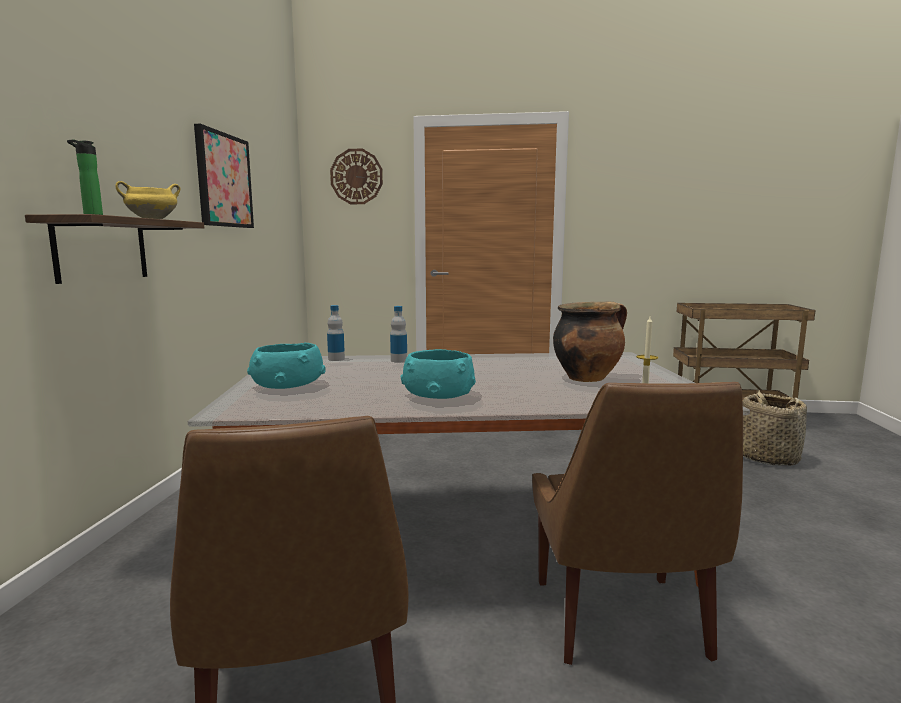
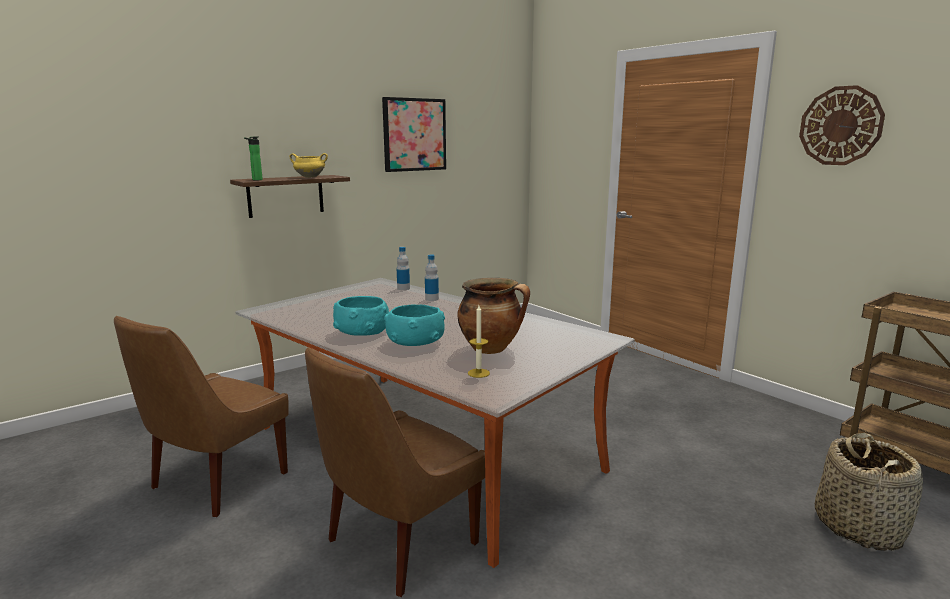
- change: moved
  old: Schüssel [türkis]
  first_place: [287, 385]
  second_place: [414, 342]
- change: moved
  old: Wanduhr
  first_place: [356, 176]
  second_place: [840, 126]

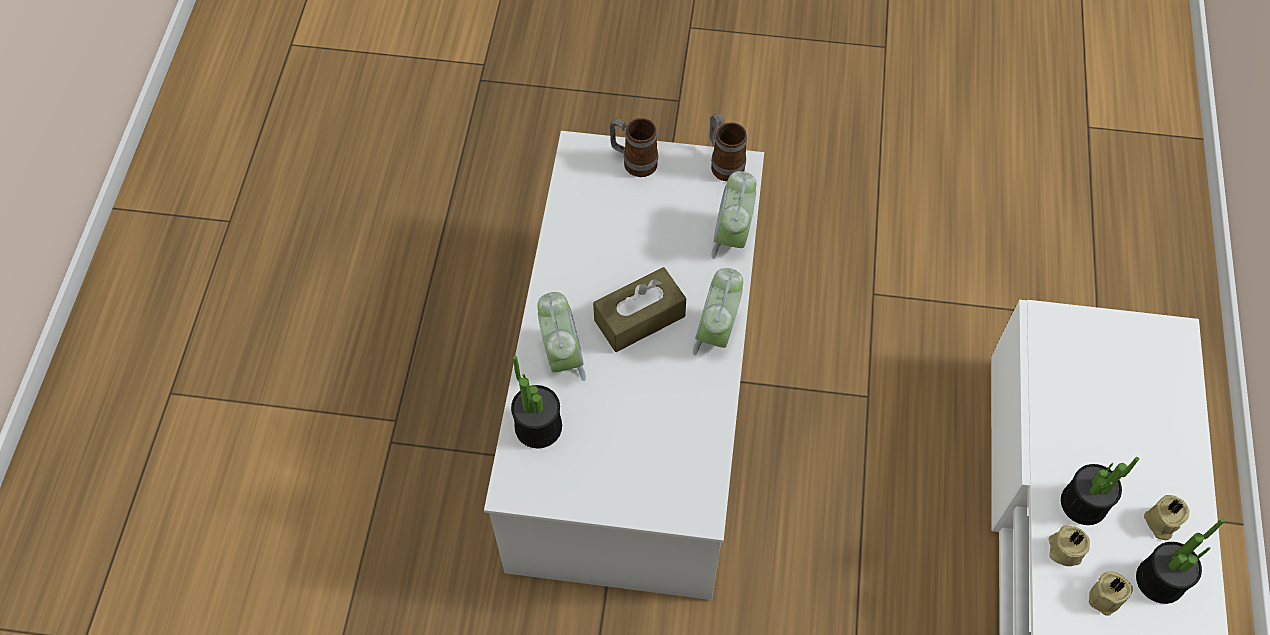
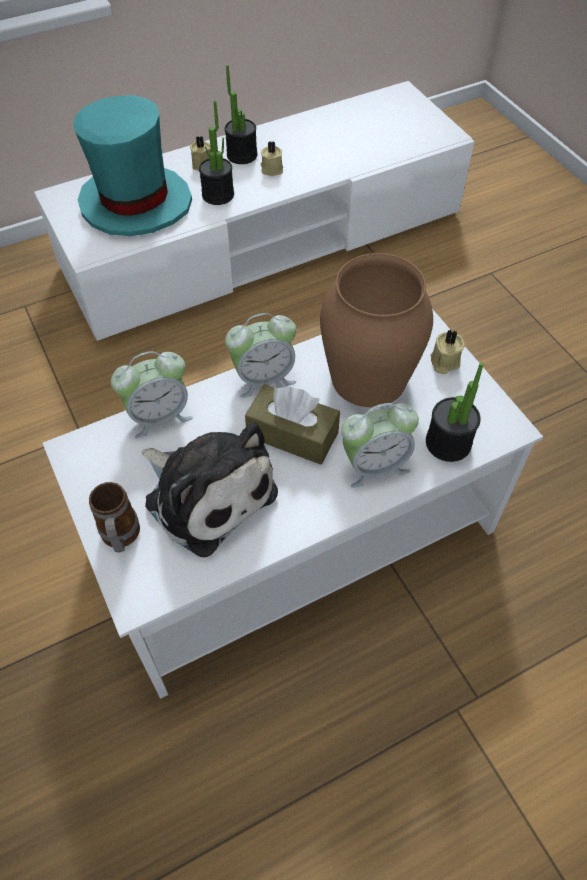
- change: added
  new: Hut [türkis]
  second_place: [135, 203]
- change: added
  new: Plüschtier
  second_place: [206, 493]
- change: added
  new: Vase [braun]
  second_place: [369, 378]
- change: turned
  old: Wecker
  first_place: [562, 357]
  second_place: [374, 465]
  degrees: -150
- change: moved
  old: Kerze [beige]
  first_place: [1064, 549]
  second_place: [443, 362]
- change: removed
  old: Henkelbecher
  first_place: [724, 163]

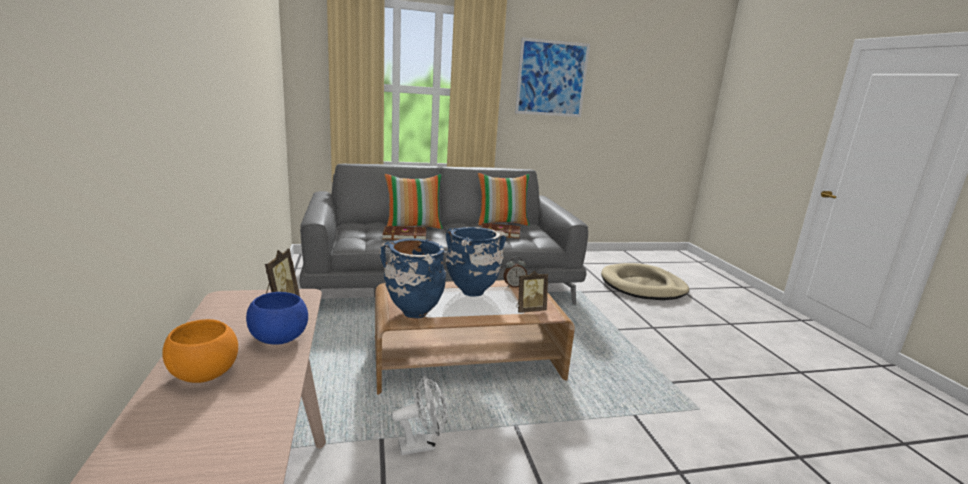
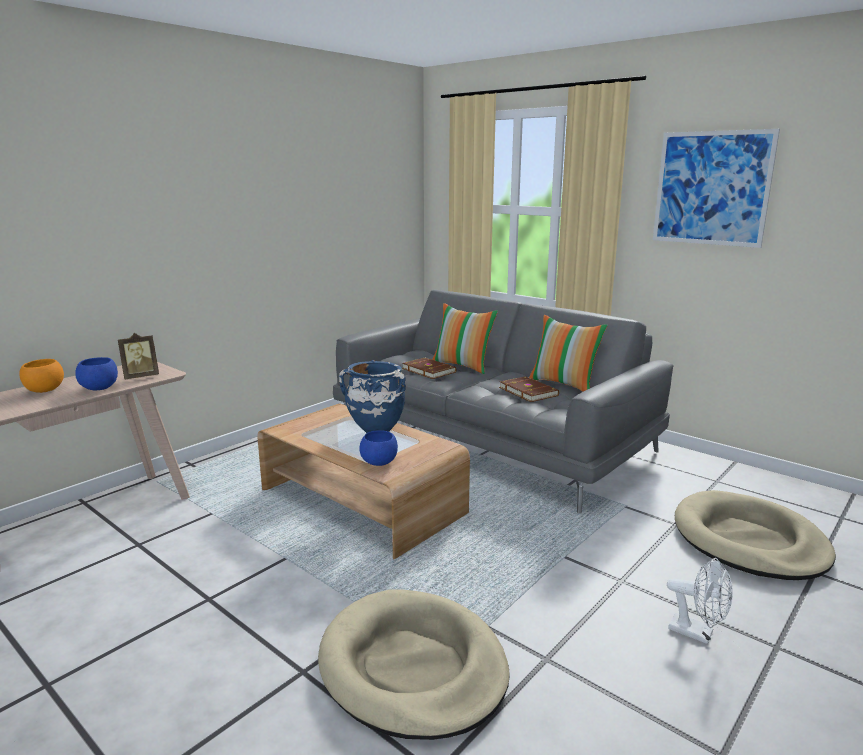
- change: added
  new: Hundebett [beige]
  second_place: [413, 667]
- change: replaced
  old: Bilderrahmen
  new: Schüssel [blau]
  first_place: [529, 310]
  second_place: [379, 462]
- change: moved
  old: Ventilator [weiß]
  first_place: [422, 445]
  second_place: [697, 633]
- change: removed
  old: Vase [blau]
  first_place: [413, 312]
- change: removed
  old: Wecker
  first_place: [514, 286]

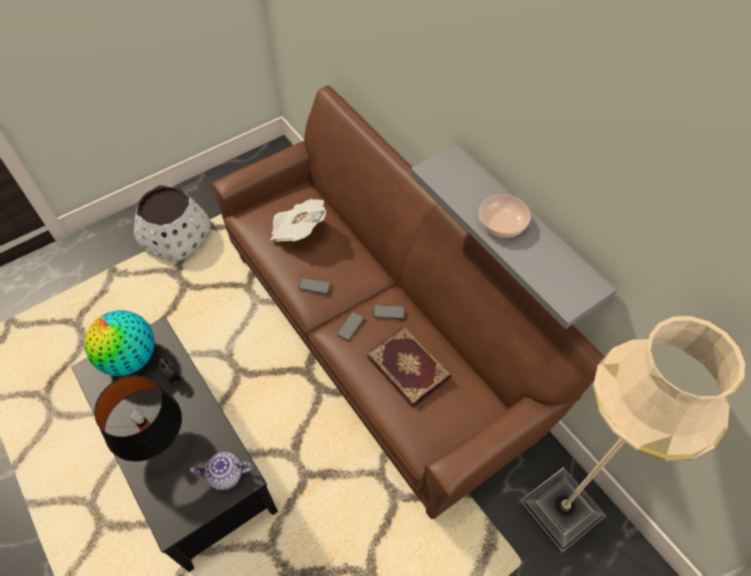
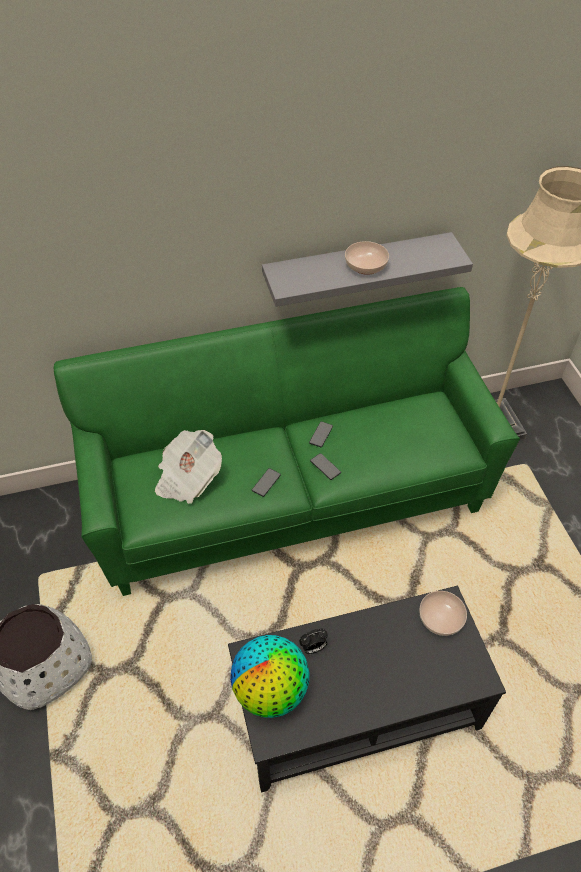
- change: recoloured
  old: Sofa [braun]
  new: Sofa [grün]
  first_place: [376, 341]
  second_place: [289, 498]
- change: replaced
  old: Teekanne
  new: Schüssel
  first_place: [226, 475]
  second_place: [441, 618]
- change: removed
  old: Tischlampe [schwarz]
  first_place: [157, 442]
- change: removed
  old: Buch
  first_place: [409, 366]

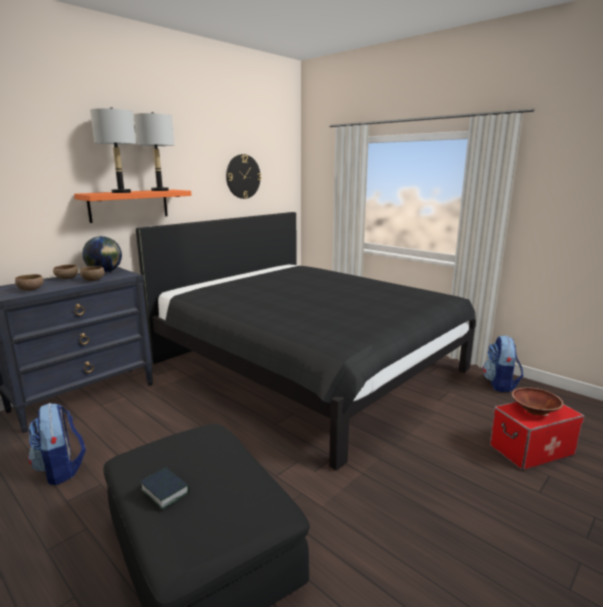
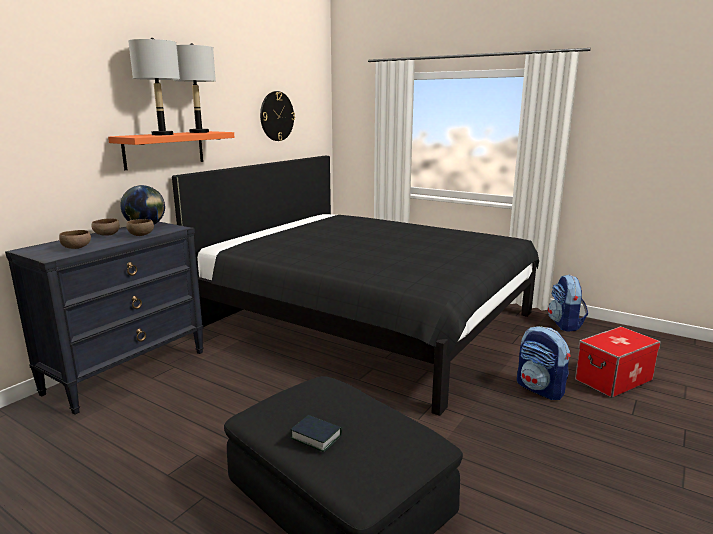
- change: moved
  old: Rucksack
  first_place: [61, 469]
  second_place: [540, 389]
- change: removed
  old: Schüssel [braun]
  first_place: [535, 410]

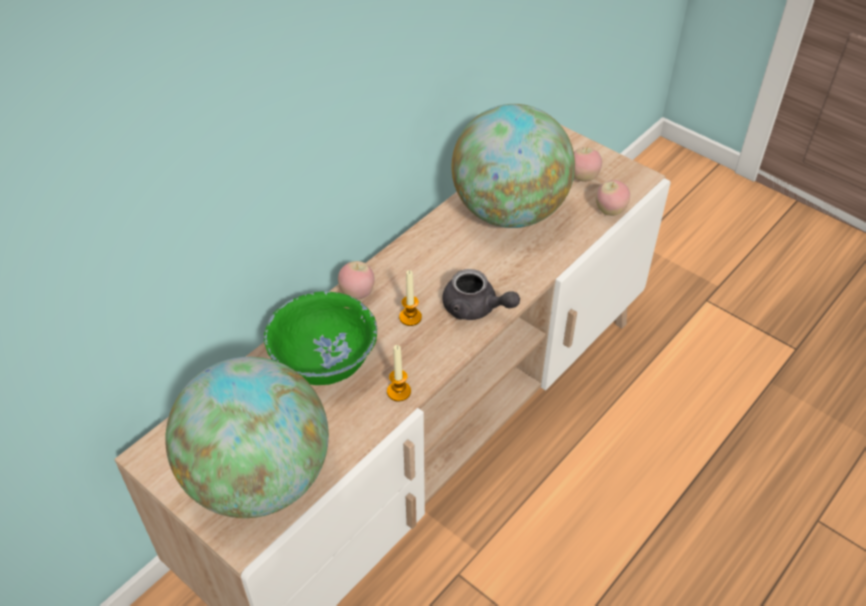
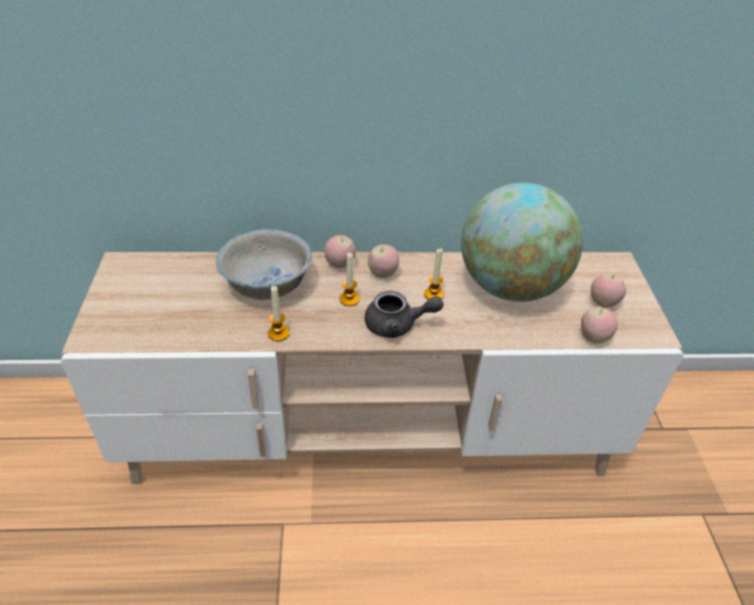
- change: recoloured
  old: Schüssel [grün]
  new: Schüssel [weiß]
  first_place: [325, 360]
  second_place: [267, 285]
- change: turned
  old: Teekanne [grau]
  first_place: [475, 308]
  second_place: [397, 325]
  degrees: -75
- change: added
  new: Apfel
  second_place: [382, 274]
- change: added
  new: Kerze
  second_place: [433, 294]
- change: removed
  old: Globus
  first_place: [259, 478]

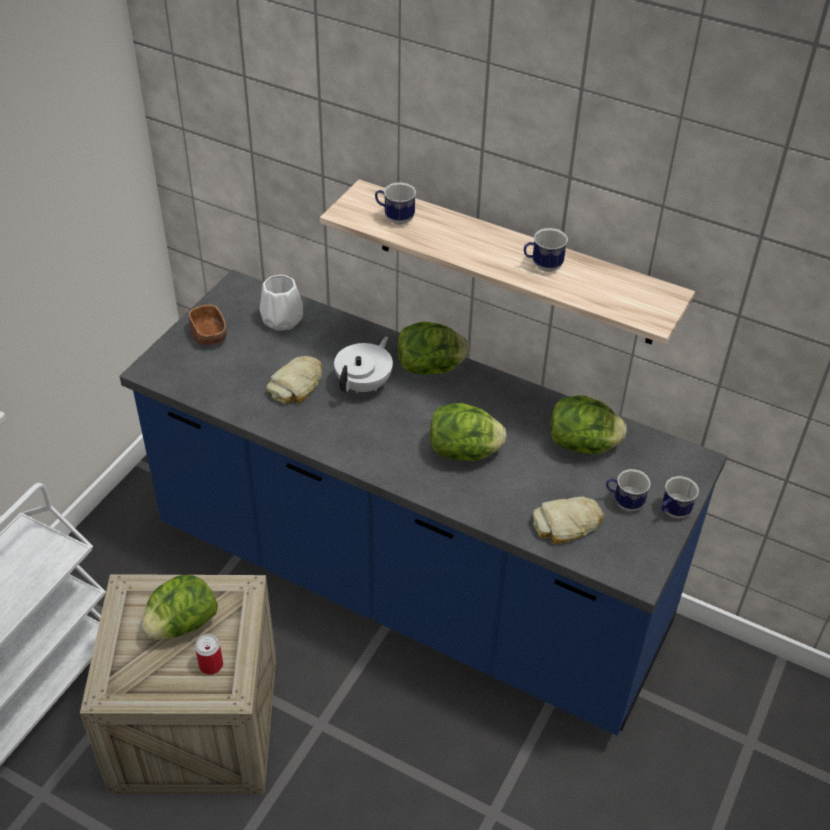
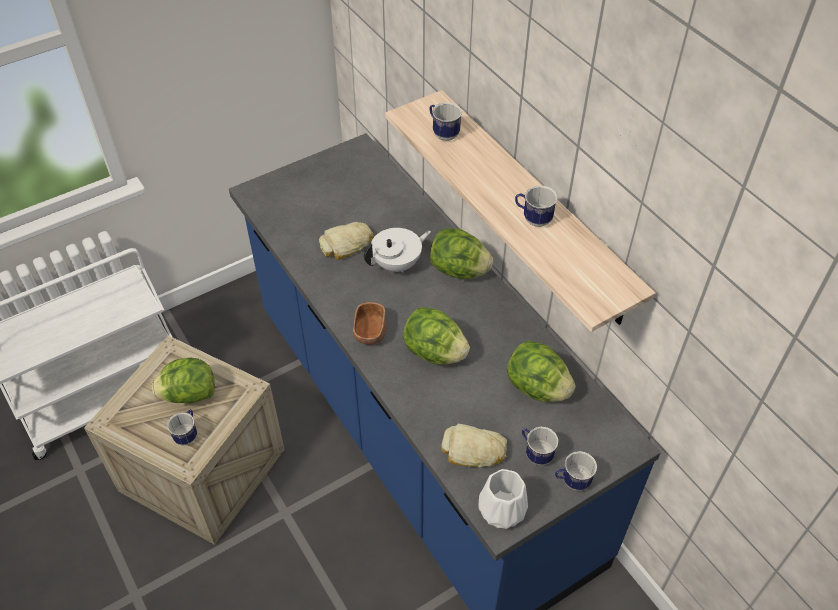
- change: replaced
  old: Dose
  new: Henkelbecher
  first_place: [211, 665]
  second_place: [187, 434]
- change: moved
  old: Schüssel [braun]
  first_place: [209, 336]
  second_place: [370, 332]
- change: moved
  old: Vase [weiß]
  first_place: [280, 320]
  second_place: [500, 510]

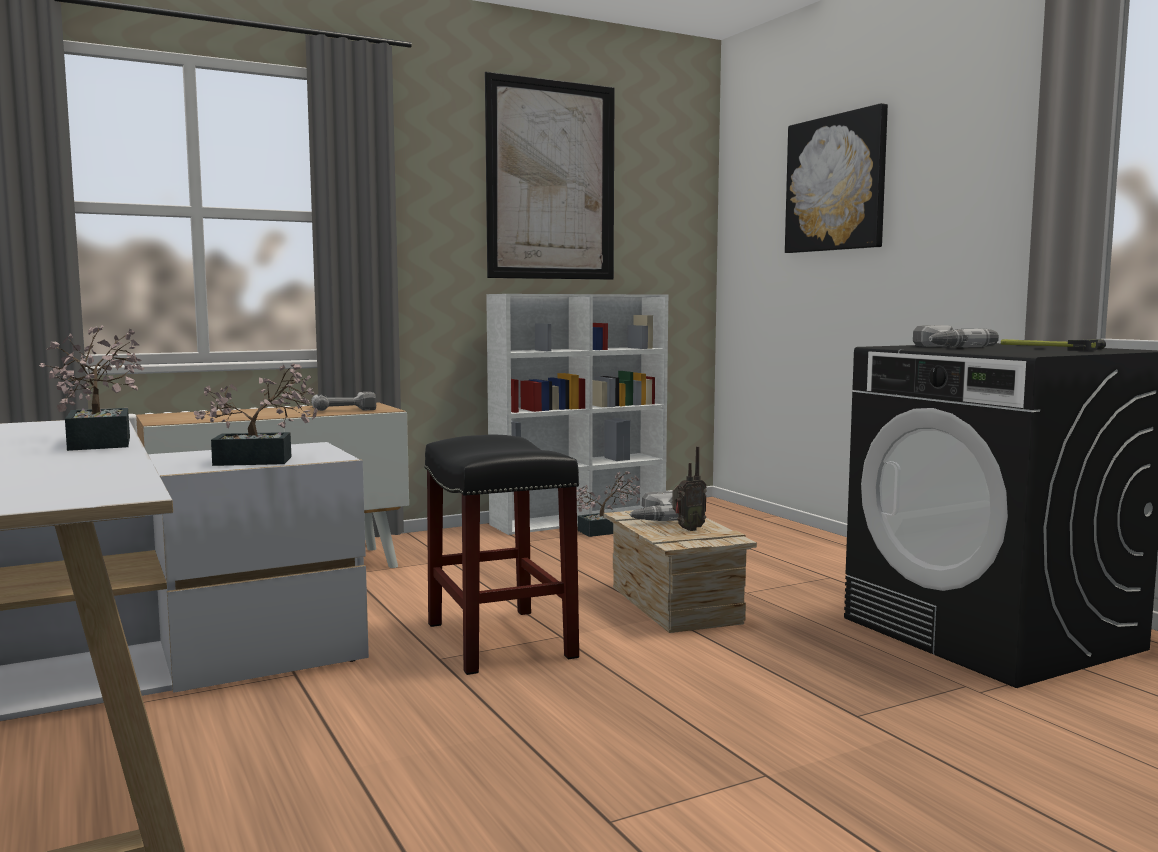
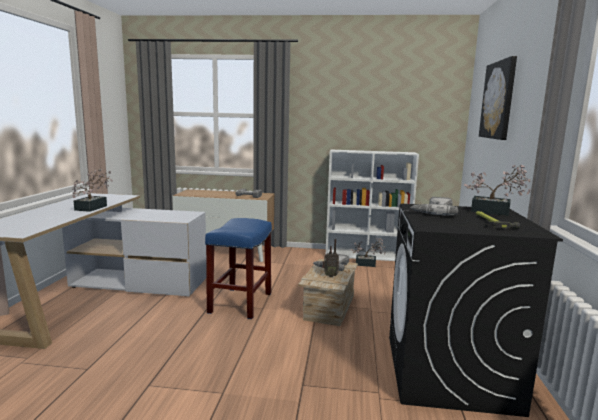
- change: recoloured
  old: Hocker [schwarz]
  new: Hocker [blau]
  first_place: [501, 640]
  second_place: [240, 303]
- change: moved
  old: Topfpflanze
  first_place: [262, 461]
  second_place: [495, 212]
- change: removed
  old: Bild
  first_place: [551, 180]

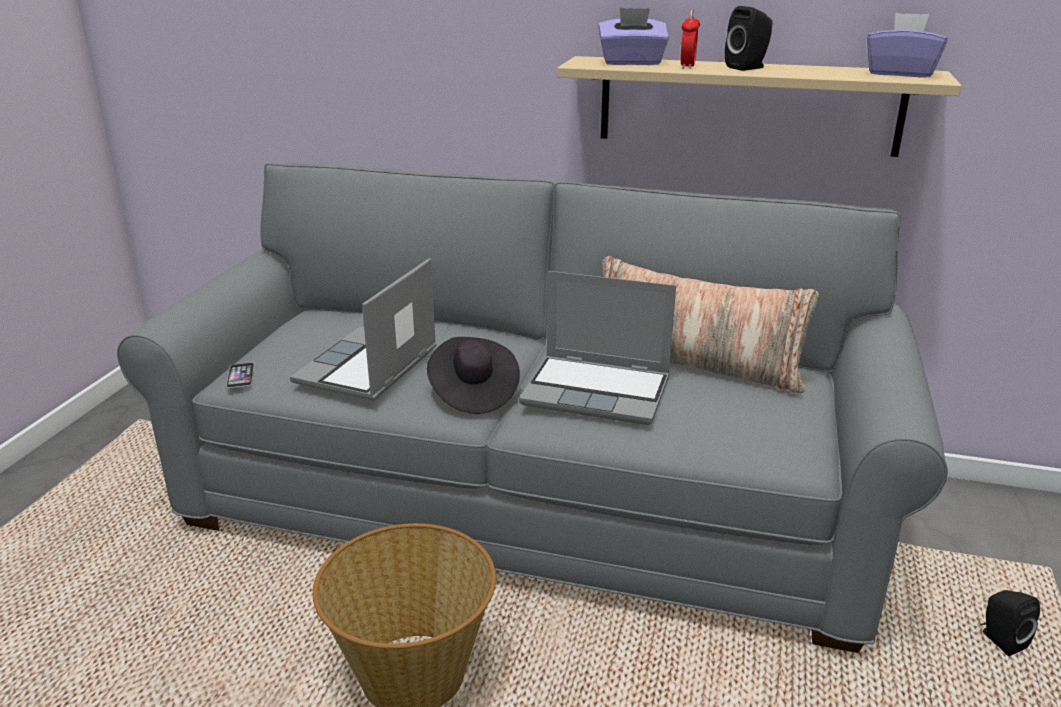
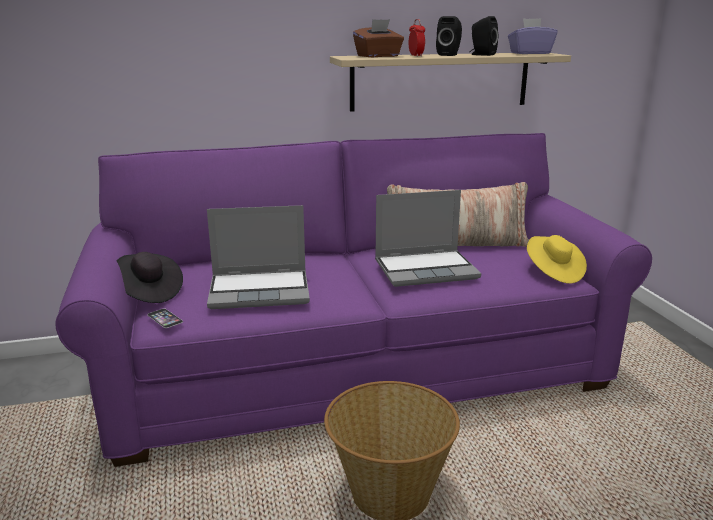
- change: recoloured
  old: Sofa [grau]
  new: Sofa [lila]
  first_place: [532, 497]
  second_place: [357, 368]
- change: moved
  old: Hut [schwarz]
  first_place: [472, 393]
  second_place: [149, 292]
- change: turned
  old: Laptop
  first_place: [368, 367]
  second_place: [261, 290]
  degrees: -90
- change: recoloured
  old: Taschentuchbox [lila]
  new: Taschentuchbox [braun]
  first_place: [631, 63]
  second_place: [378, 56]
- change: moved
  old: Lautsprecher [schwarz]
  first_place: [1000, 640]
  second_place: [481, 54]
- change: added
  new: Hut [gelb]
  second_place: [553, 272]

